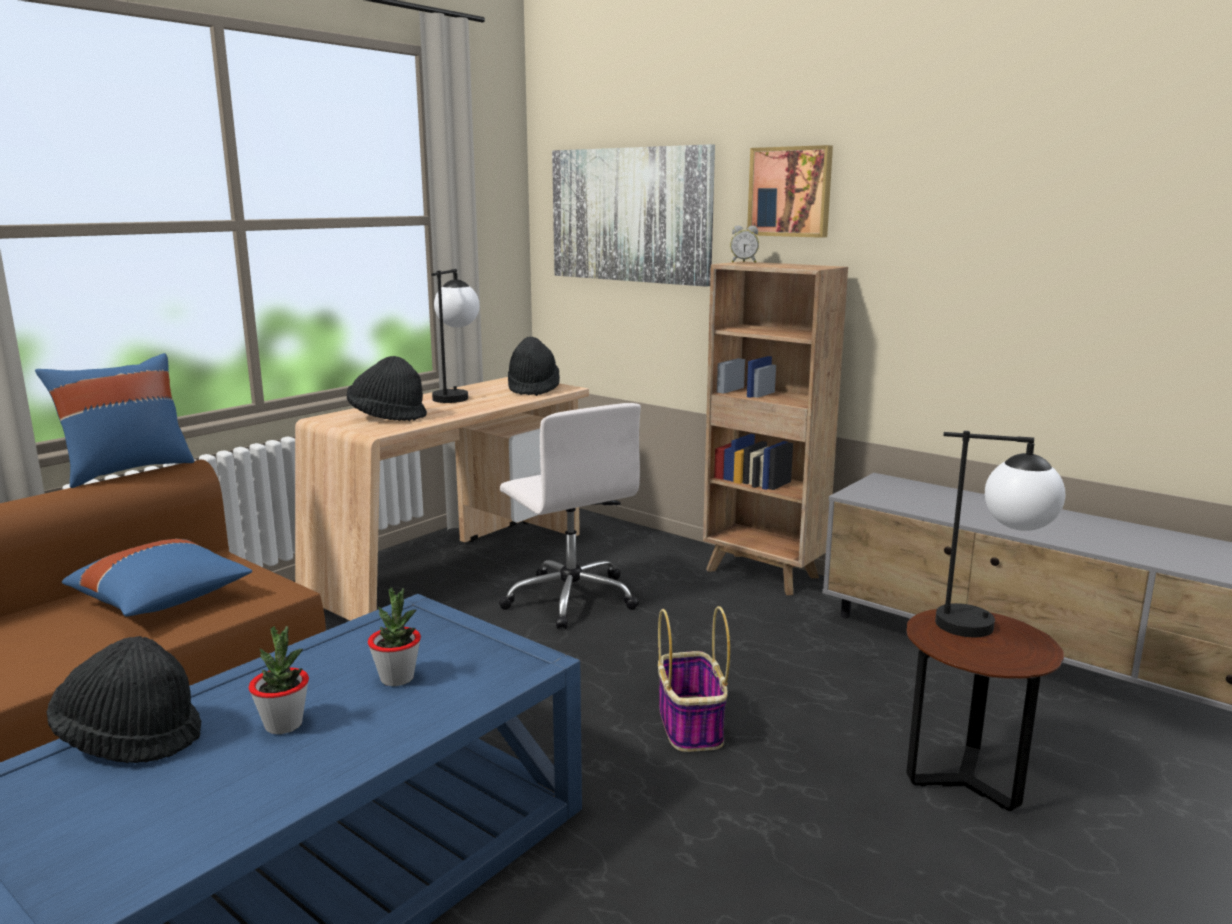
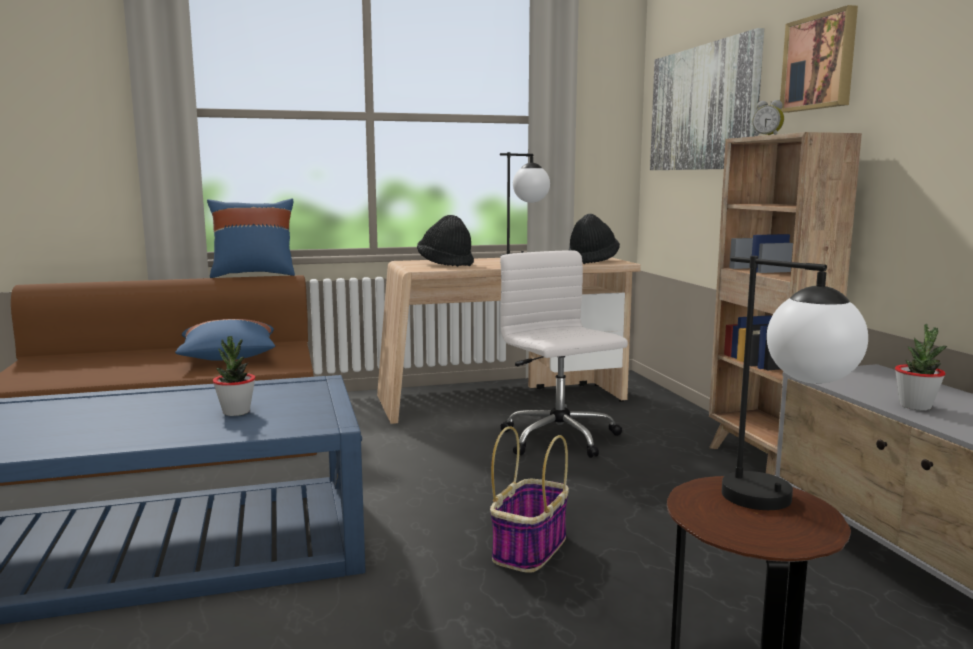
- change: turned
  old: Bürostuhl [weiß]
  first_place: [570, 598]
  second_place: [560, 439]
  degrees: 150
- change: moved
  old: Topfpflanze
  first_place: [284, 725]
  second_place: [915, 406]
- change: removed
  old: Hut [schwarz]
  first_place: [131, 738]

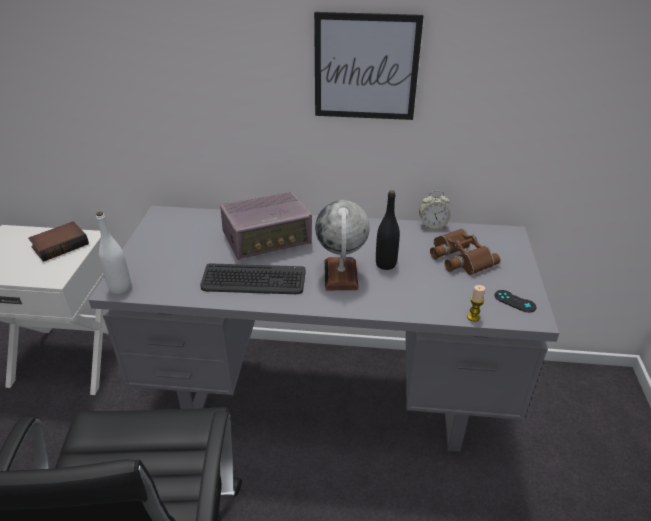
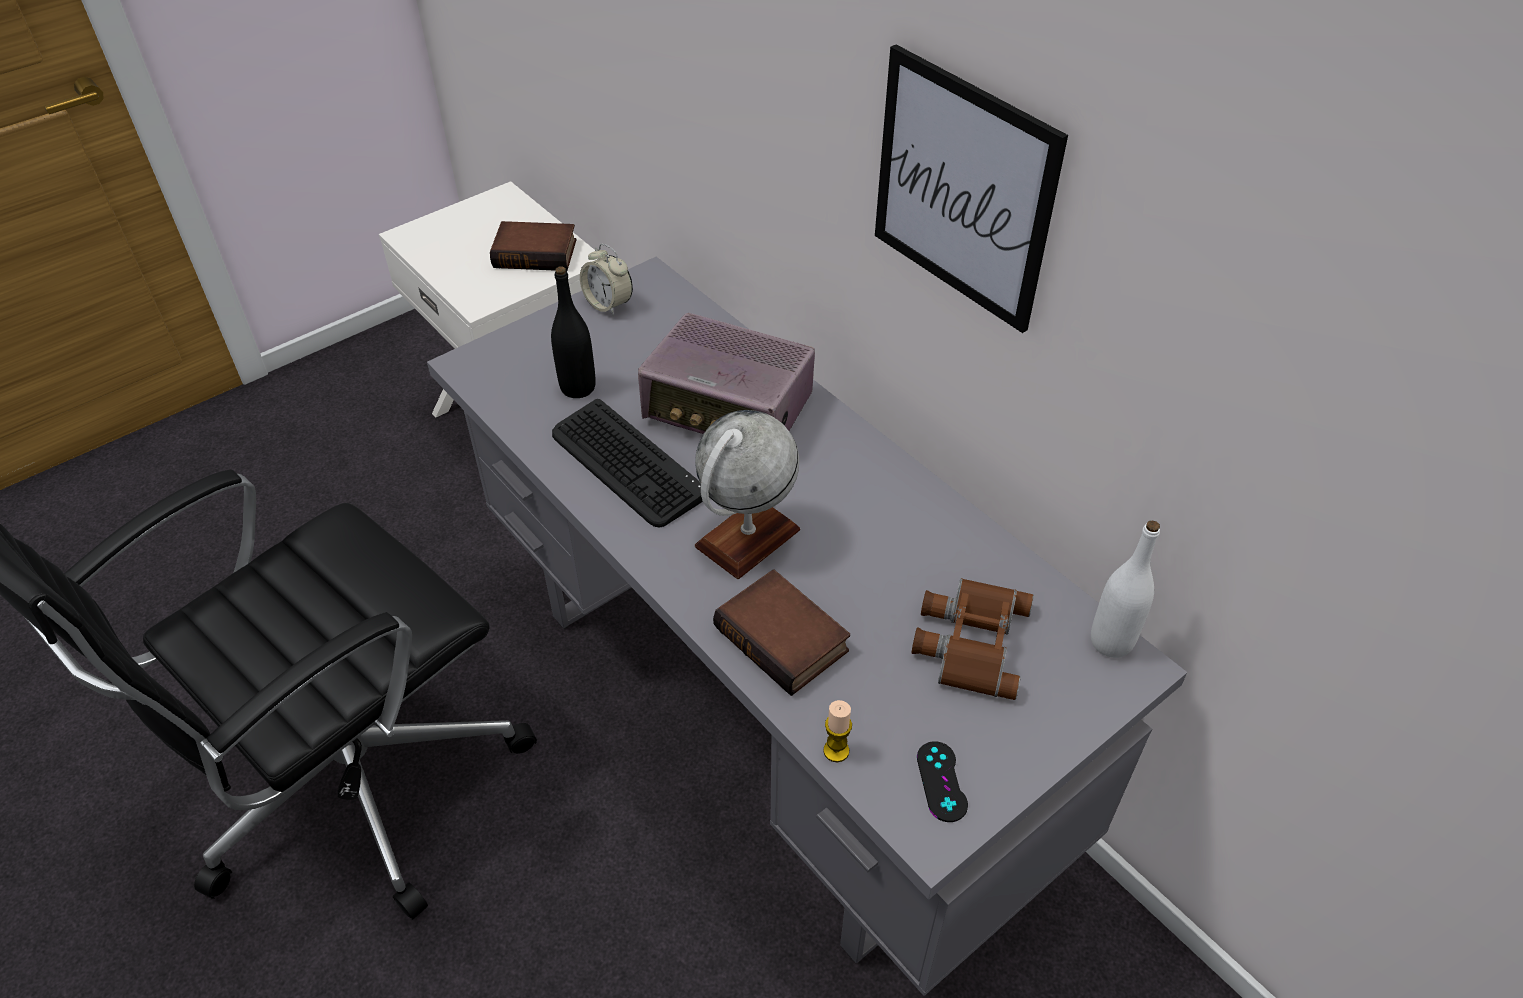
- change: moved
  old: Flasche [schwarz]
  first_place: [385, 264]
  second_place: [578, 387]
- change: moved
  old: Wecker
  first_place: [432, 225]
  second_place: [608, 304]
- change: added
  new: Buch
  second_place: [785, 638]
- change: moved
  old: Flasche [weiß]
  first_place: [120, 288]
  second_place: [1111, 641]

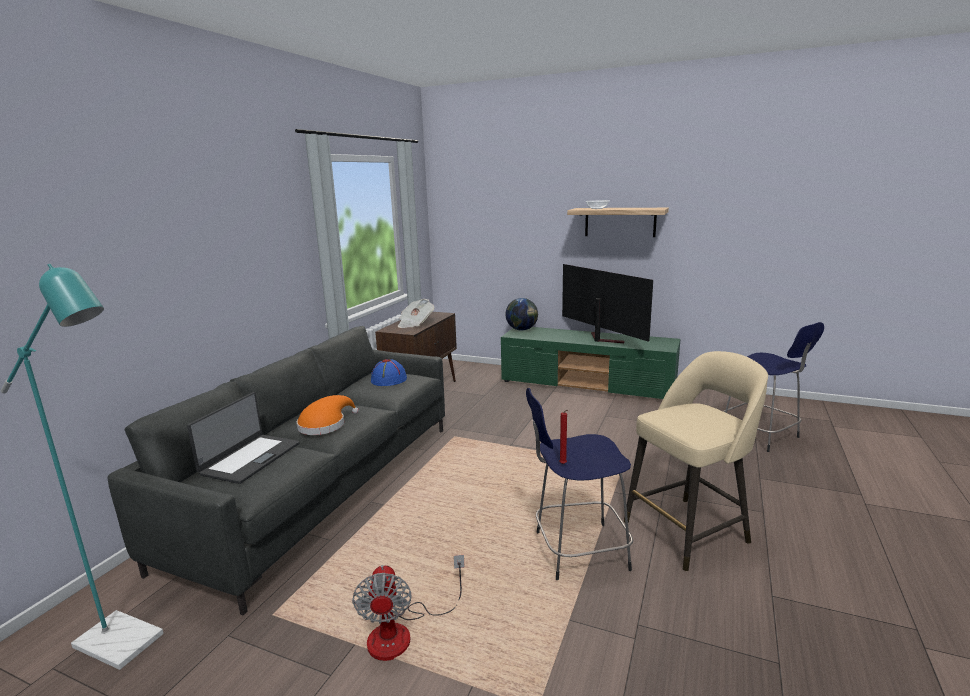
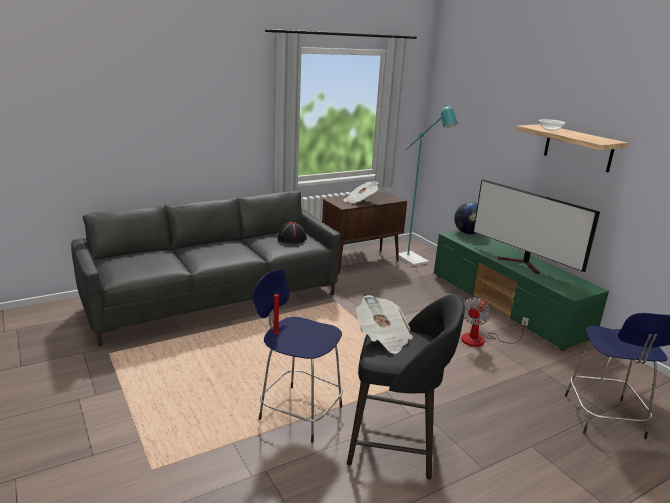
- change: recoloured
  old: Hut [blau]
  new: Hut [schwarz]
  first_place: [389, 380]
  second_place: [292, 238]
- change: recoloured
  old: Hocker [beige]
  new: Hocker [schwarz]
  first_place: [688, 531]
  second_place: [395, 444]
- change: added
  new: Zeitung
  second_place: [383, 337]
- change: moved
  old: Stehlampe [türkis]
  first_place: [129, 644]
  second_place: [416, 261]
- change: moved
  old: Ventilator
  first_place: [402, 632]
  second_place: [481, 340]
- change: turned
  old: Fernseher
  first_place: [600, 339]
  second_place: [523, 264]
  degrees: 135
- change: removed
  old: Laptop
  first_place: [250, 458]
- change: removed
  old: Hut [orange]
  first_place: [325, 425]

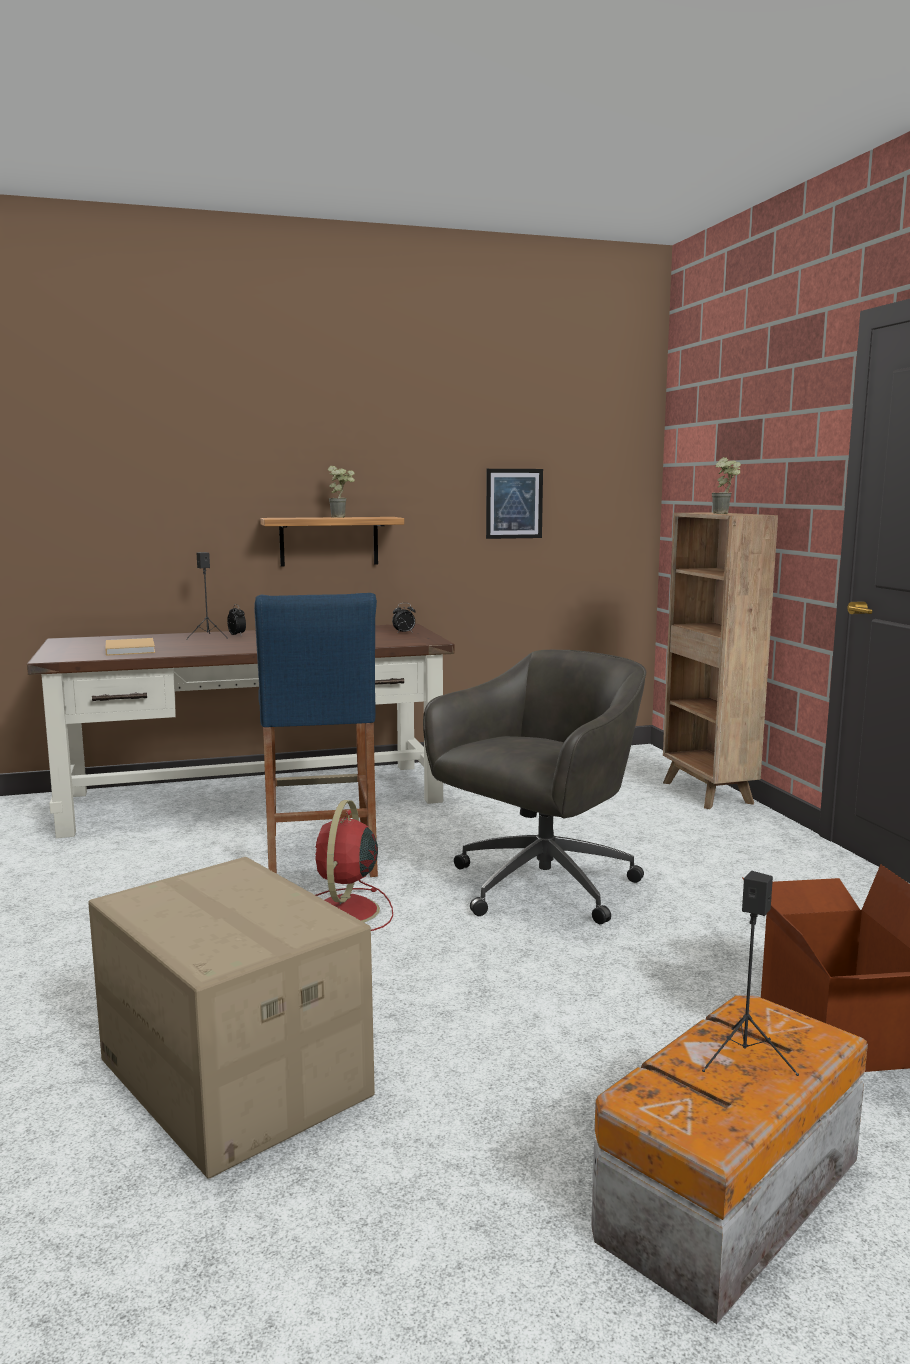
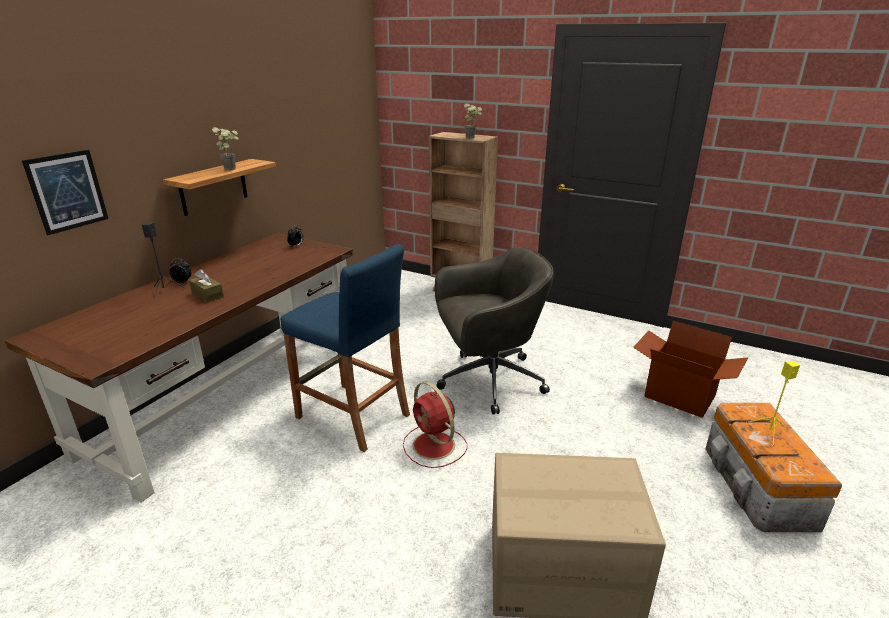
- change: moved
  old: Bild
  first_place: [514, 503]
  second_place: [67, 191]
- change: added
  new: Taschentuchbox [braun]
  second_place: [207, 295]
- change: turned
  old: Bürostuhl [grau]
  first_place: [539, 887]
  second_place: [488, 381]
  degrees: 75
- change: recoloured
  old: Lautsprecher [schwarz]
  new: Lautsprecher [gelb]
  first_place: [743, 1058]
  second_place: [769, 433]
- change: removed
  old: Buch [beige]
  first_place: [130, 649]

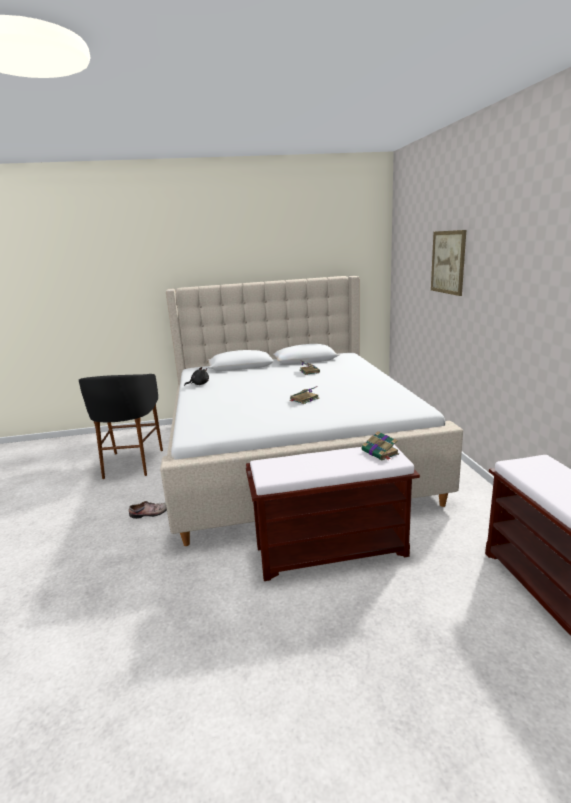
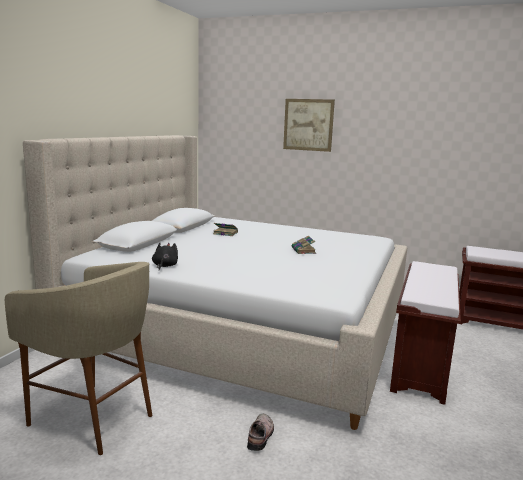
- change: recoloured
  old: Hocker [schwarz]
  new: Hocker [beige]
  first_place: [132, 464]
  second_place: [93, 418]
- change: removed
  old: Buch
  first_place: [380, 452]

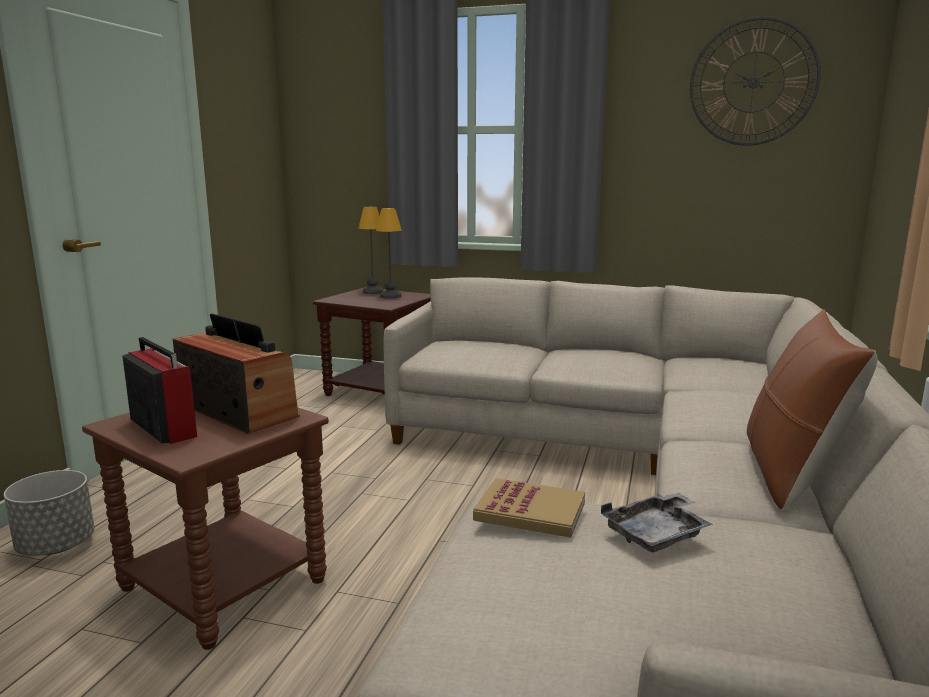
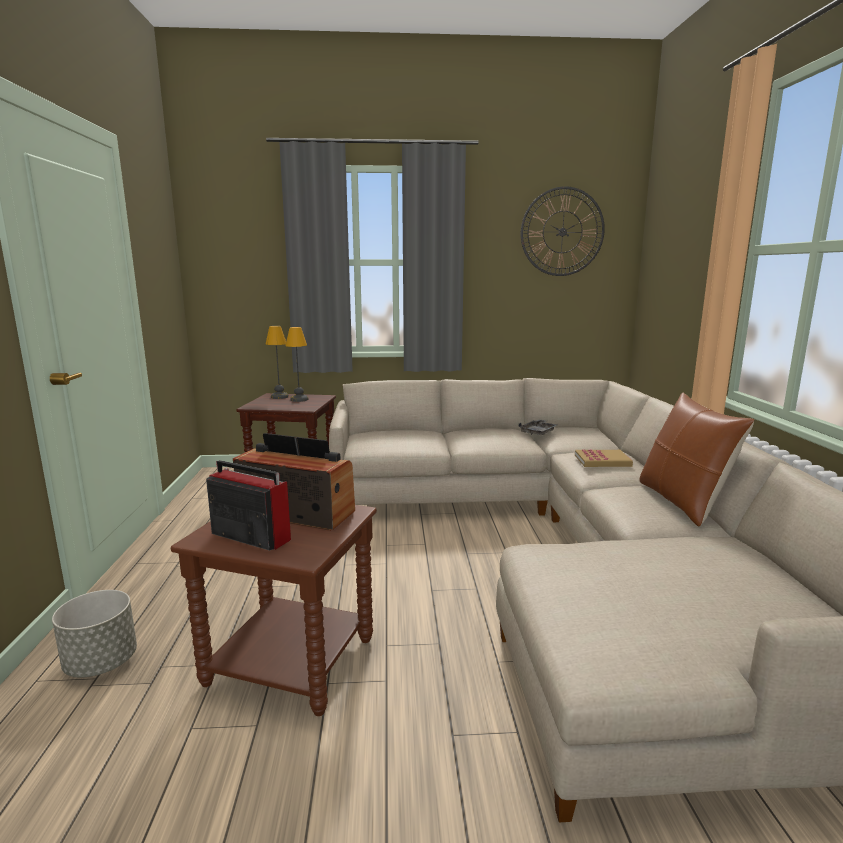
- change: moved
  old: Tablett [grau]
  first_place: [657, 534]
  second_place: [538, 432]
- change: moved
  old: Buch
  first_place: [530, 512]
  second_place: [602, 461]

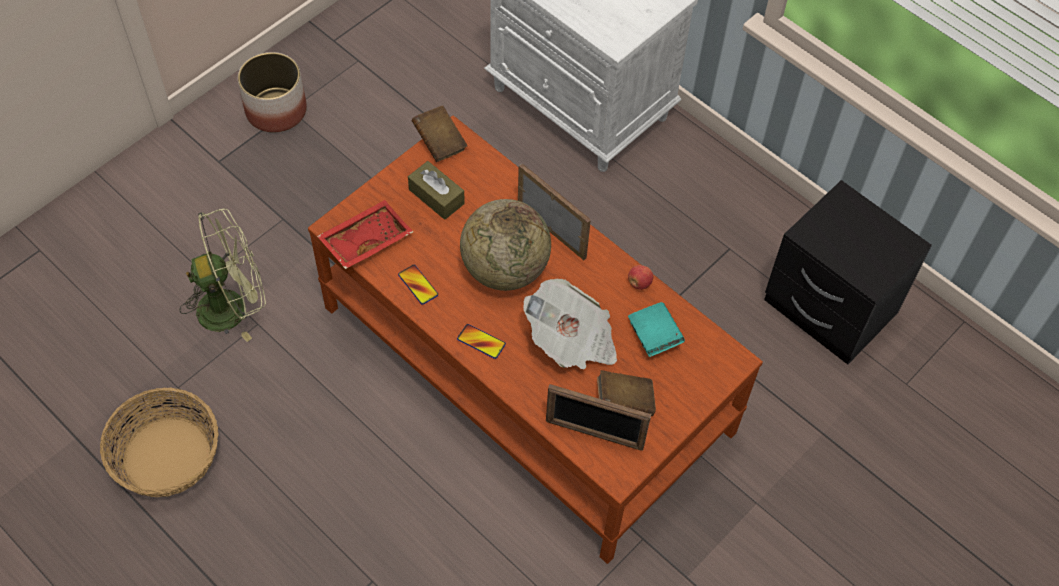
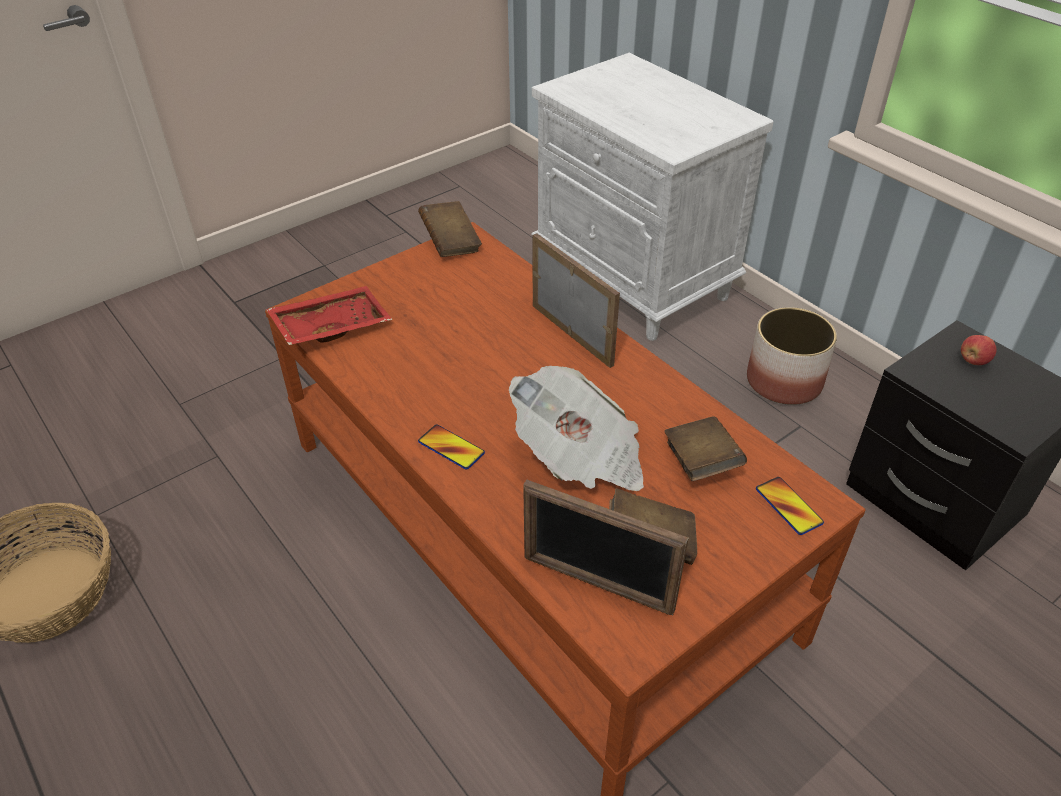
- change: recoloured
  old: Buch [türkis]
  new: Buch [braun]
  first_place: [654, 336]
  second_place: [701, 462]
- change: moved
  old: Pflanzkübel
  first_place: [276, 110]
  second_place: [784, 381]
- change: moved
  old: Handy
  first_place: [418, 285]
  second_place: [788, 506]
- change: moved
  old: Apfel
  first_place: [639, 283]
  second_place: [973, 360]
- change: removed
  old: Ventilator [grün]
  first_place: [232, 305]
- change: removed
  old: Taschentuchbox [braun]
  first_place: [436, 196]
- change: removed
  old: Globus
  first_place: [505, 269]

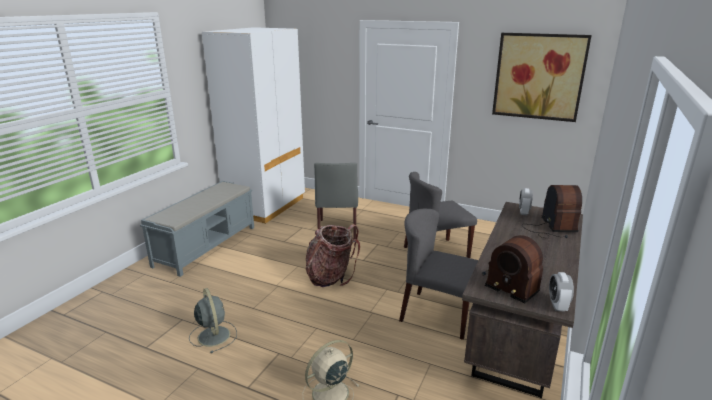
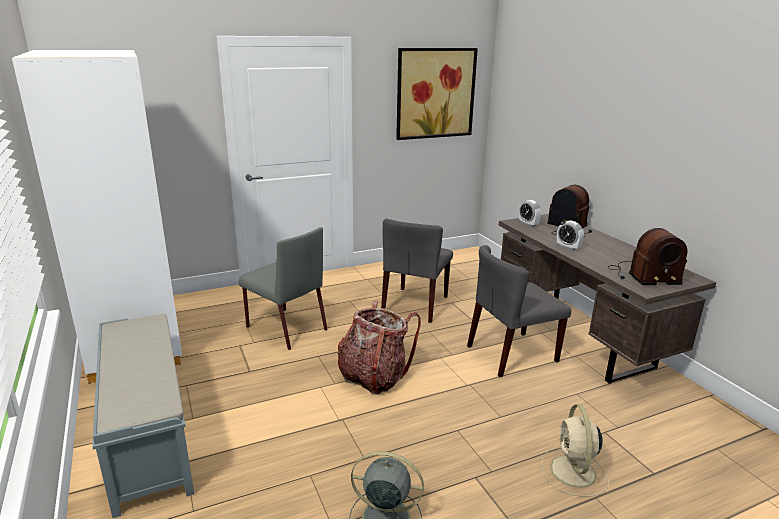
- change: moved
  old: Wecker
  first_place: [557, 305]
  second_place: [568, 247]

